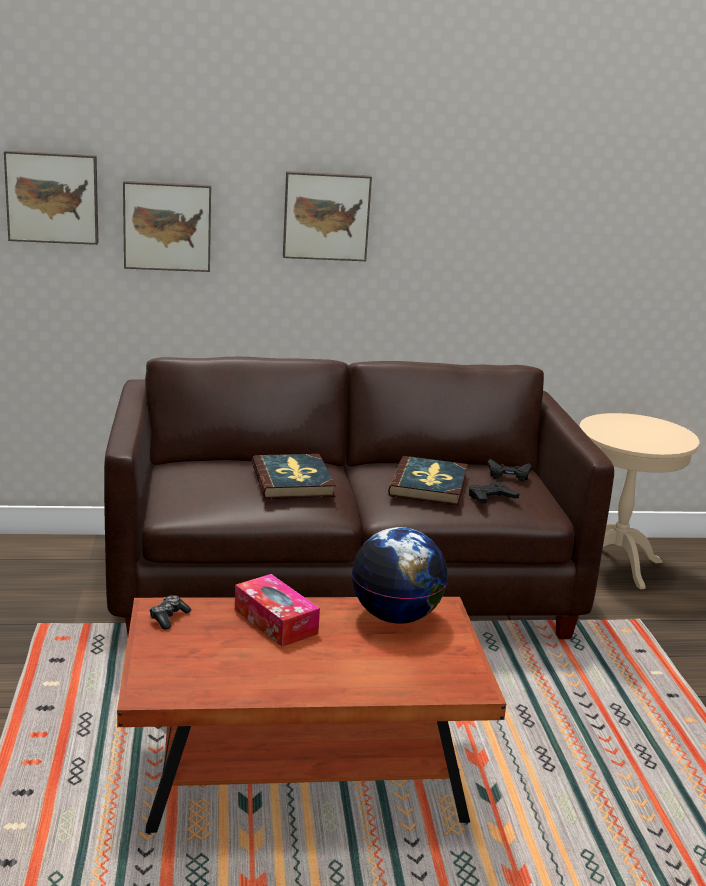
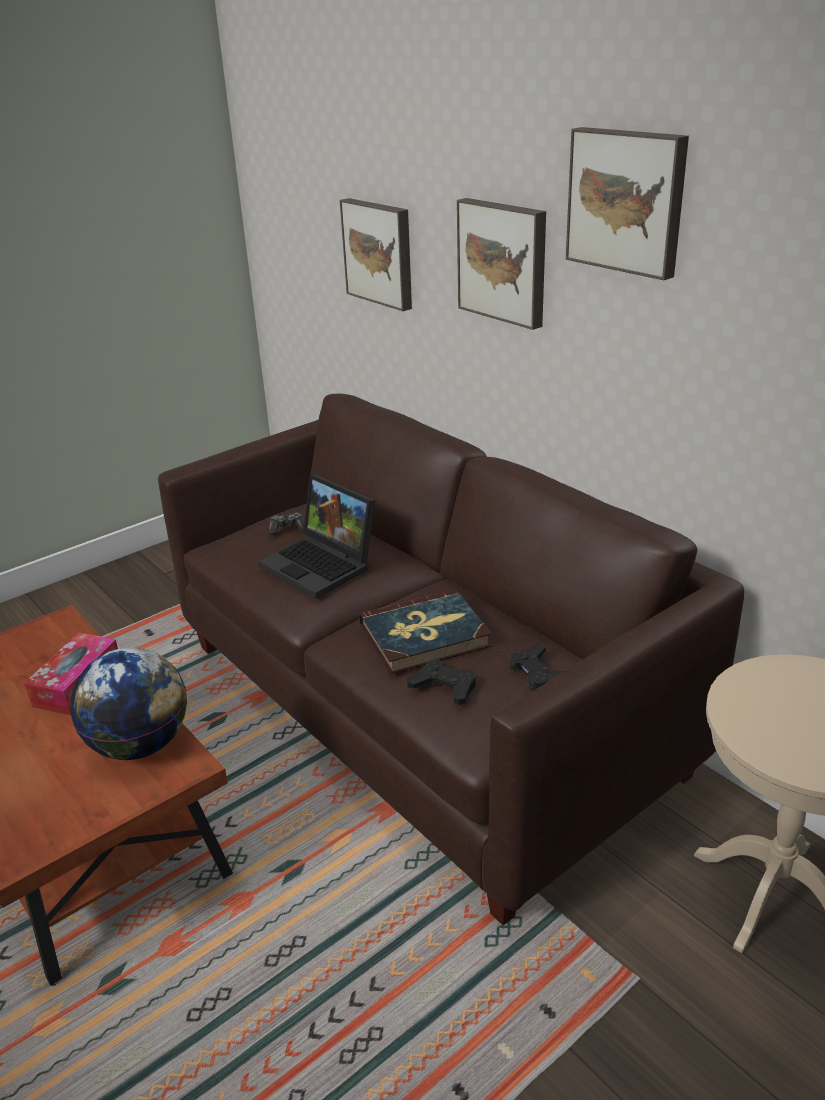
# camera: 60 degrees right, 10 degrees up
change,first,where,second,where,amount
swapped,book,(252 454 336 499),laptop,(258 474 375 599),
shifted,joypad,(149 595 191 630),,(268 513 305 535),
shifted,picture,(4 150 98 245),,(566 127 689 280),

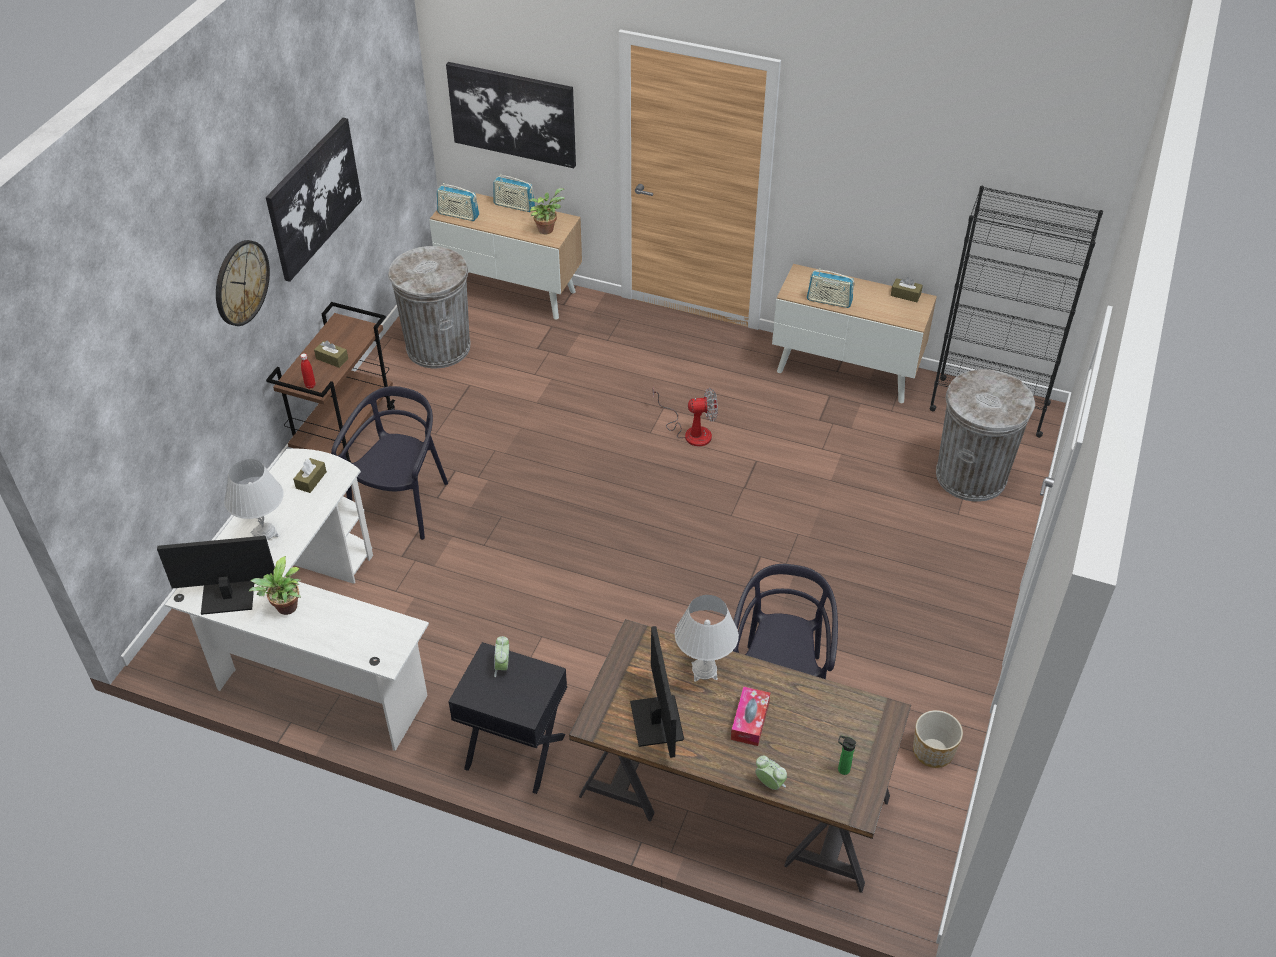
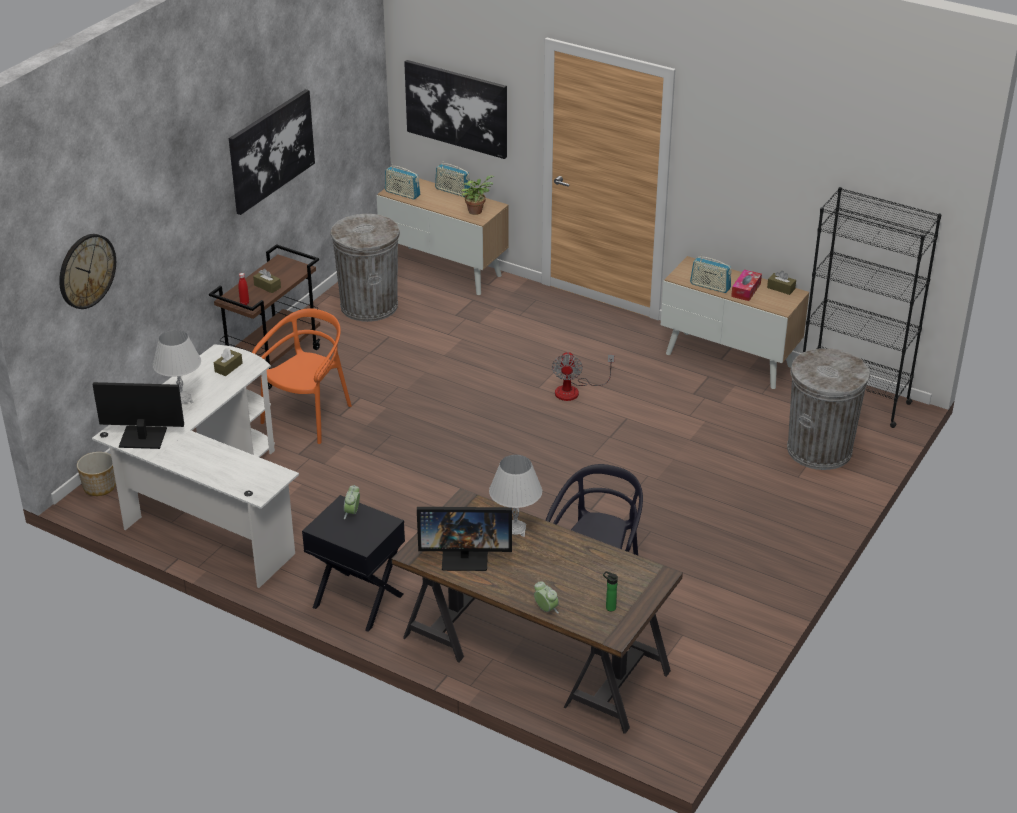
# camera: 10 degrees right, 10 degrees down
change,first,where,second,where,amount
shifted,hanging clock,(216 240 270 326),,(59 234 116 309),
shifted,flower pot,(913 710 963 768),,(77 452 116 496),
repainted,black-coloured plain chair,(331 386 448 540),orange-coloured plain chair,(252 308 352 444),
rotated,computer display,(630 626 684 758),,(417 507 512 571),90 degrees clockwise
rotated,electric fan,(653 387 718 446),,(552 352 614 401),90 degrees clockwise
shifted,tissue box,(731 686 770 746),,(731 270 762 301),
gone,potted plant,(248 556 301 615),,,

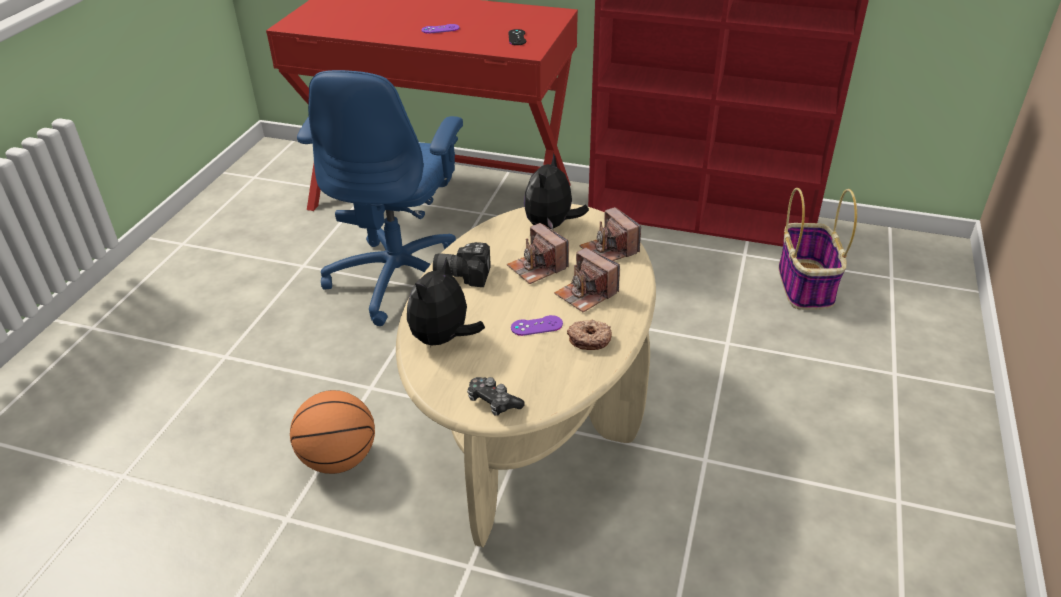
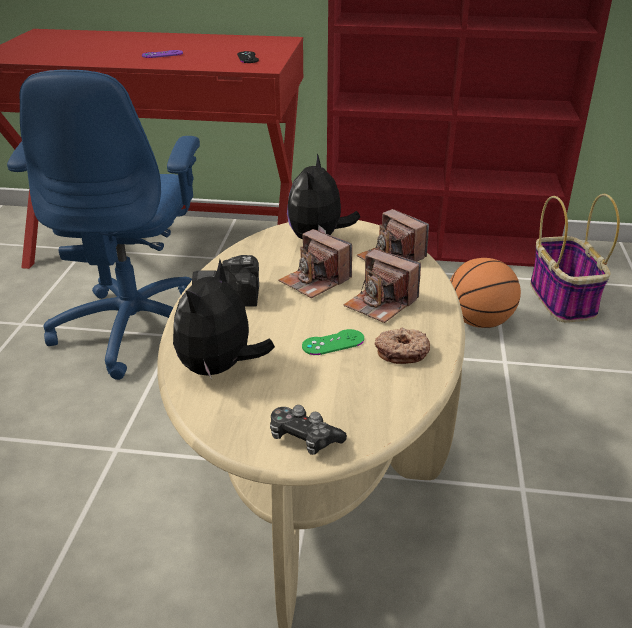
# camera: 10 degrees left, 5 degrees down
change,first,where,second,where,amount
repainted,purplish joypad,(511 315 563 336),green-coloured joypad,(302 329 364 355),
shifted,basketball ball,(290 390 375 474),,(450 258 521 328),

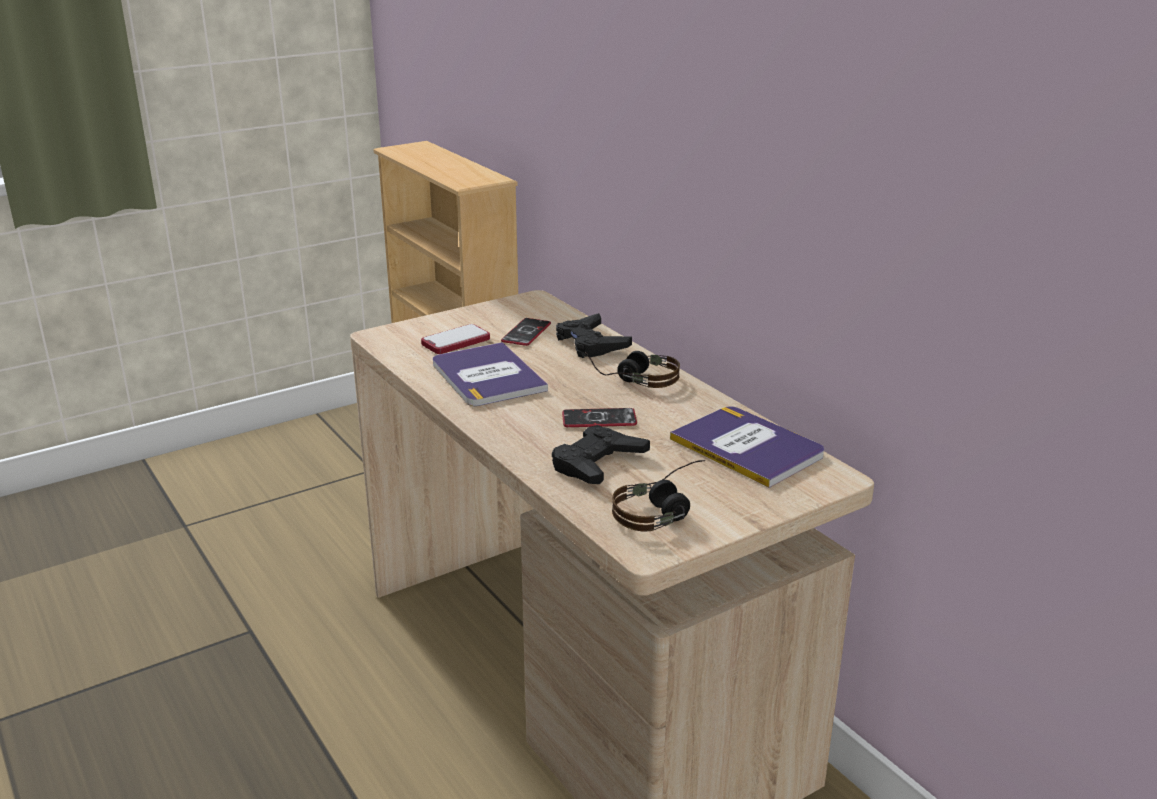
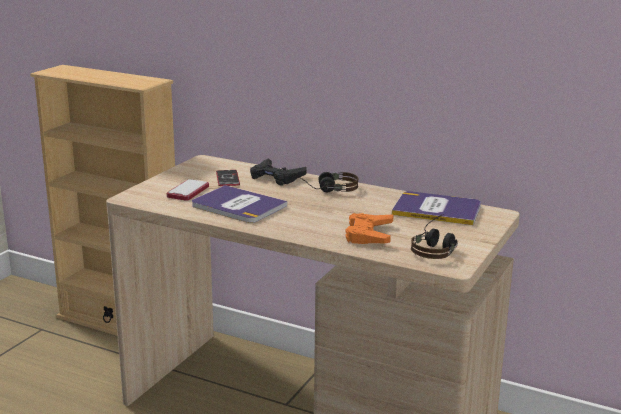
# camera: 30 degrees left, 5 degrees down
change,first,where,second,where,amount
repainted,black-coloured joypad,(552 425 650 484),orange-coloured joypad,(345 213 394 244),
gone,handset,(562 408 637 427),,,

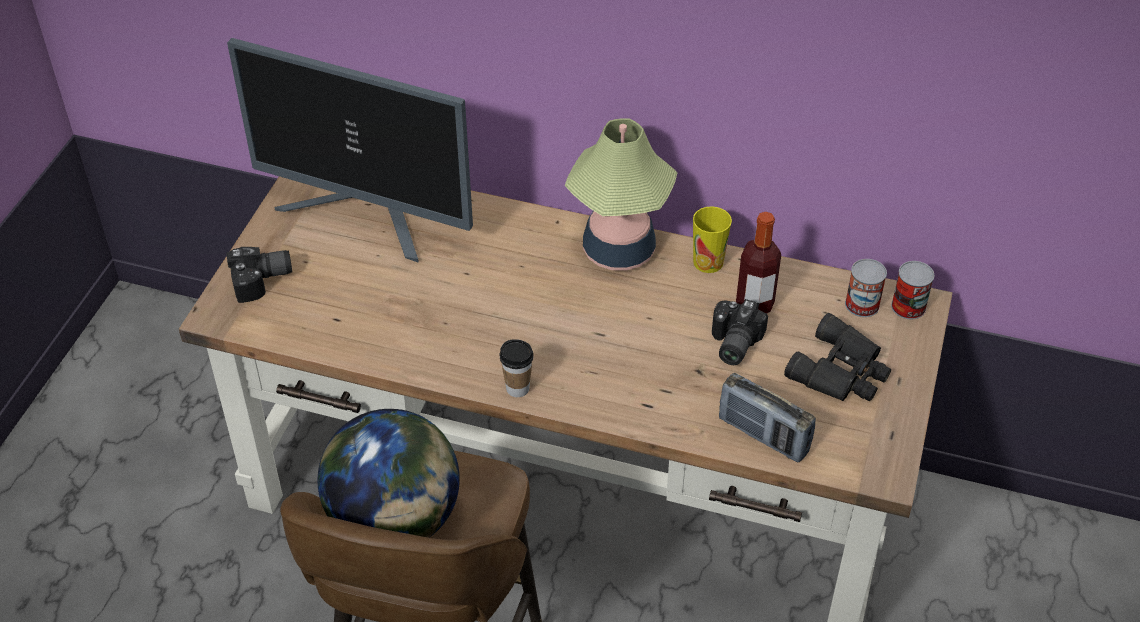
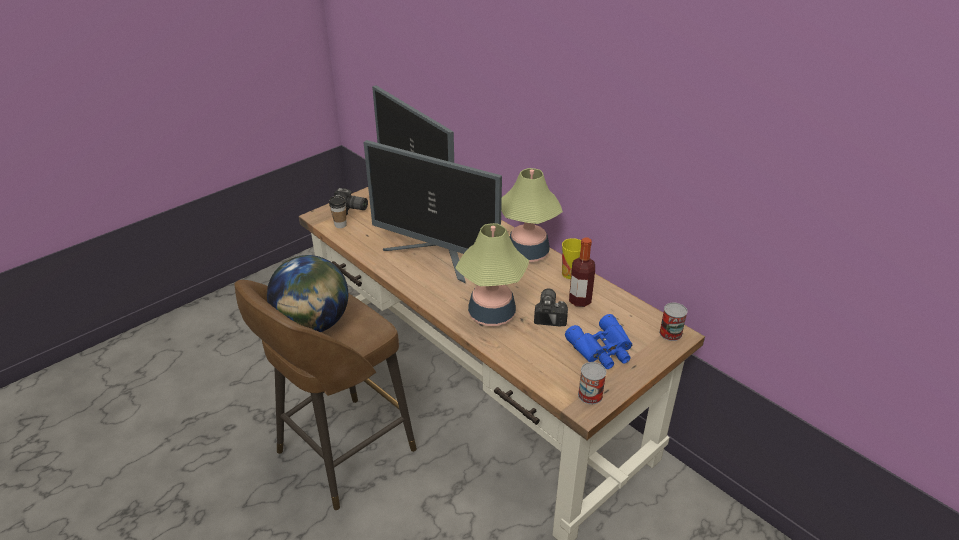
# camera: 30 degrees right, 10 degrees down
change,first,where,second,where,amount
shifted,drinking cup,(500 339 534 397),,(329 196 347 228),
new,,,computer display,(363 140 502 283),
new,,,table lamp,(456 223 529 326),
rotated,still camera,(712 299 768 365),,(534 289 568 326),135 degrees clockwise
repainted,black-coloured field glasses,(784 313 891 401),bluish field glasses,(565 314 632 369),
shifted,metal can,(845 259 887 317),,(578 362 606 404),
gone,radio set,(719 373 816 462),,,

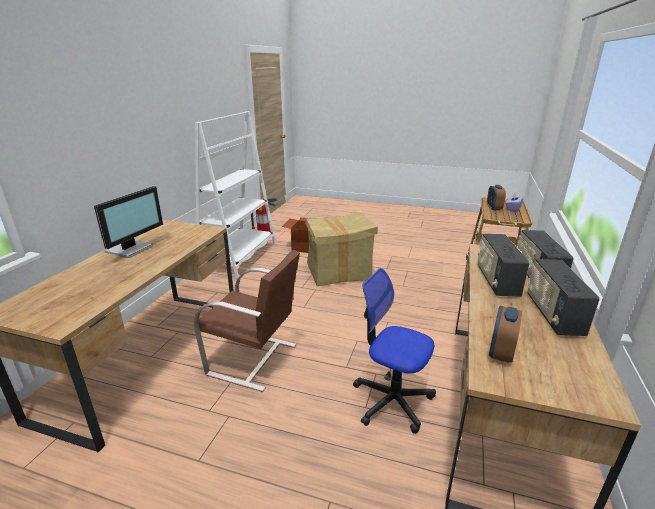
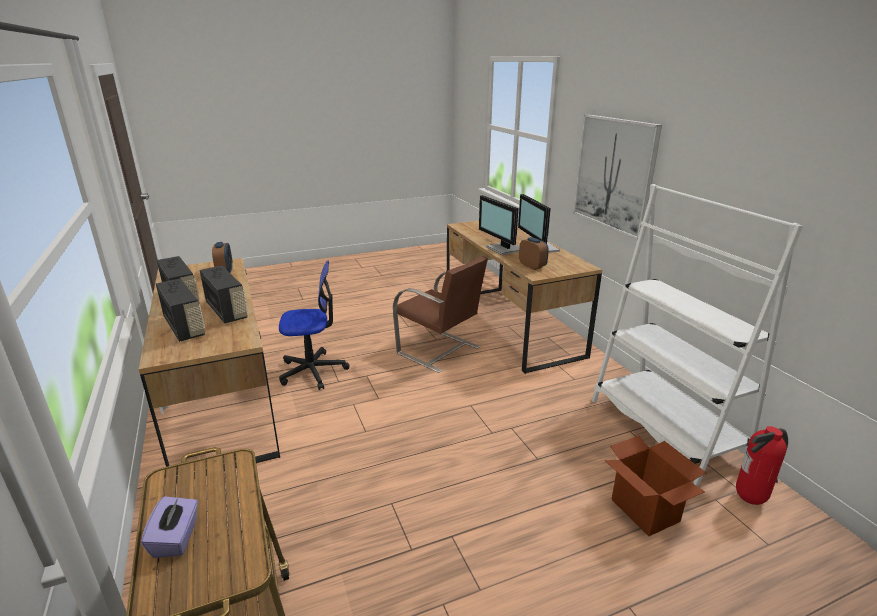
# camera: 140 degrees right, 0 degrees up
change,first,where,second,where,amount
rotated,brownish plain chair,(193 250 300 392),,(393 256 488 373),120 degrees counterclockwise
new,,,computer display,(479 195 519 255),
shifted,bedside clock,(487 185 506 210),,(519 237 549 270),
new,,,picture,(573 114 662 240),
gone,carton,(305 212 378 286),,,

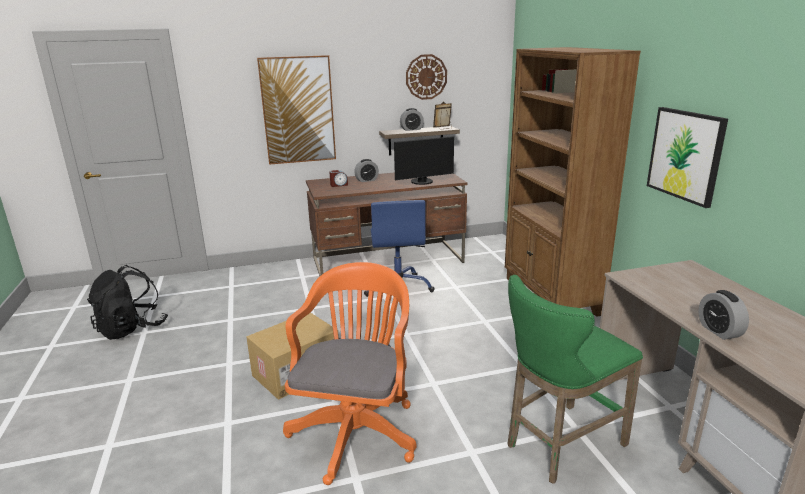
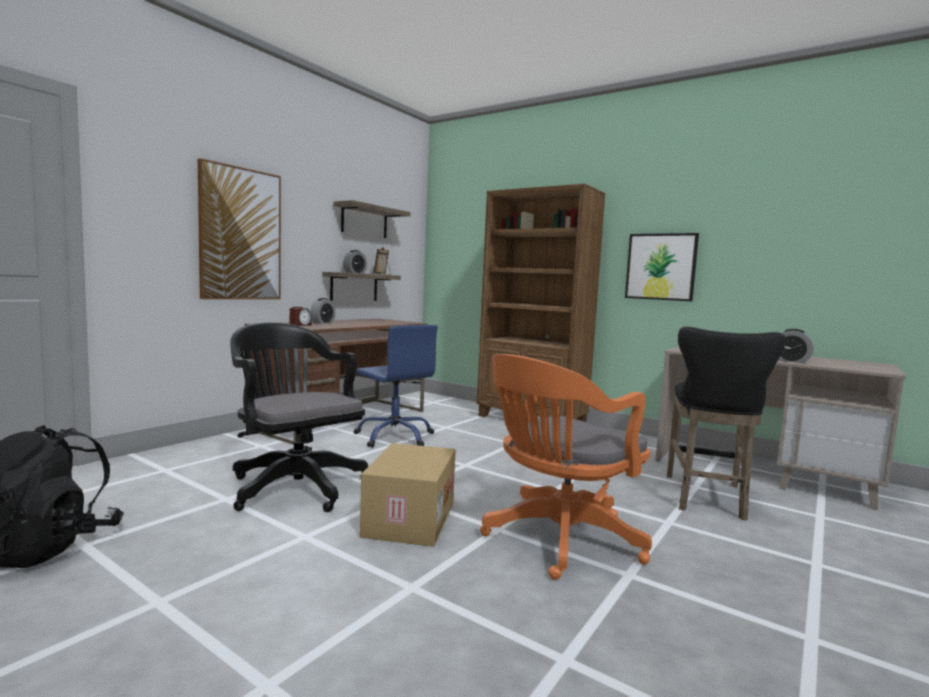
# camera: 40 degrees left, 15 degrees down
change,first,where,second,where,amount
new,,,black-coloured desk chair,(230 323 368 512),
swapped,hanging clock,(406 54 447 100),bracket shelf,(333 200 411 238),
rotated,orange-coloured desk chair,(283 262 417 485),,(480 354 652 580),105 degrees counterclockwise
repainted,green-coloured stool,(507 275 643 484),black-coloured stool,(667 327 785 520),
gone,computer display,(394 136 454 185),,,

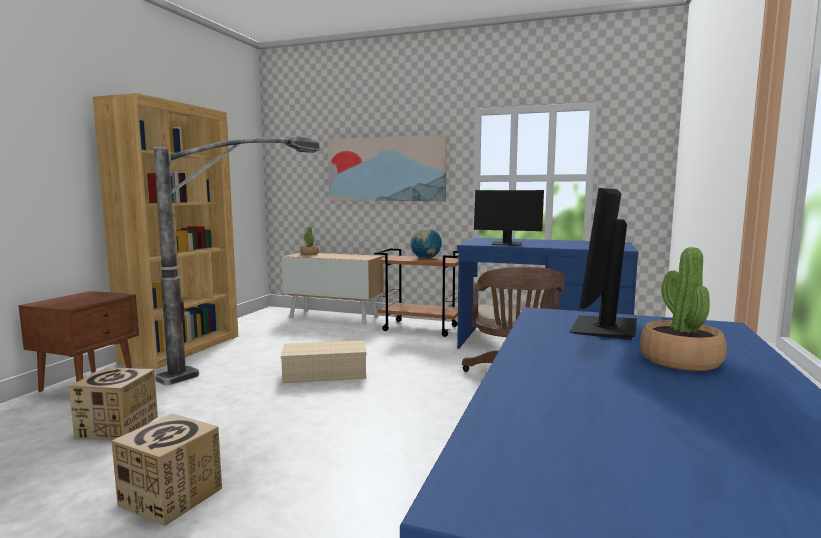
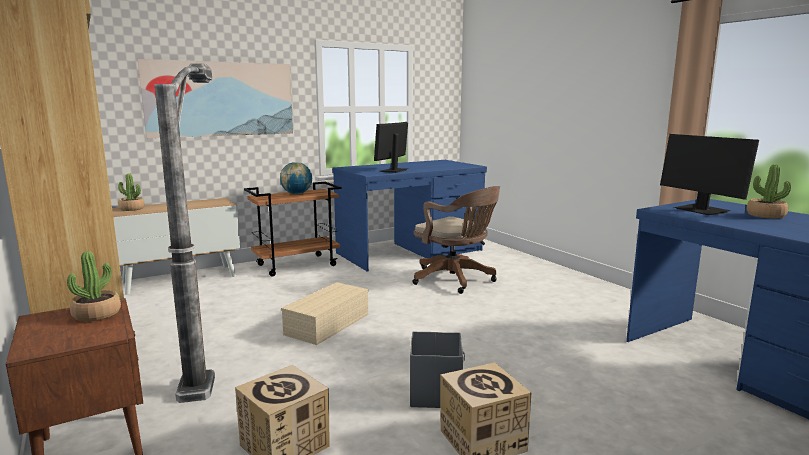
# camera: 50 degrees left, 5 degrees up
change,first,where,second,where,amount
new,,,potted plant,(67 251 121 322),
rotated,computer display,(474 190 544 246),,(374 122 409 173),150 degrees clockwise
new,,,grey storage box,(410 331 465 408),

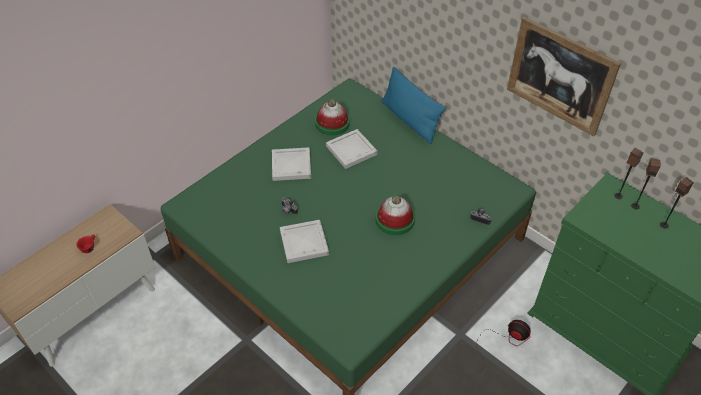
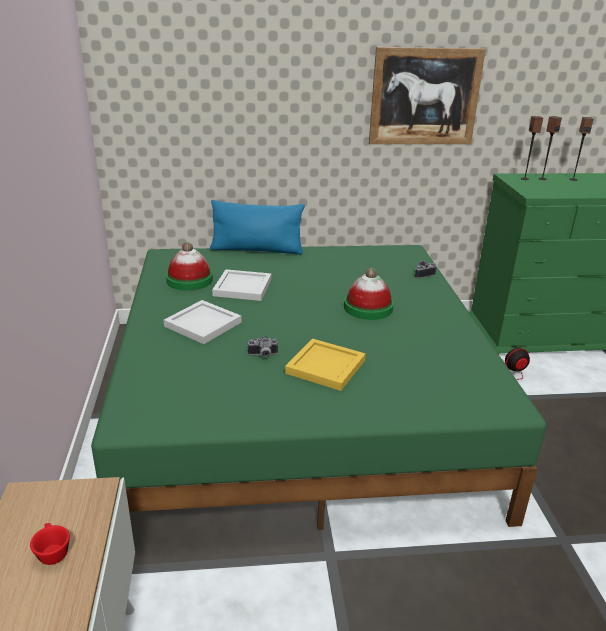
# camera: 50 degrees left, 20 degrees down
change,first,where,second,where,amount
repainted,whitish tray,(280 220 329 263),yellowish tray,(285 339 366 391),

